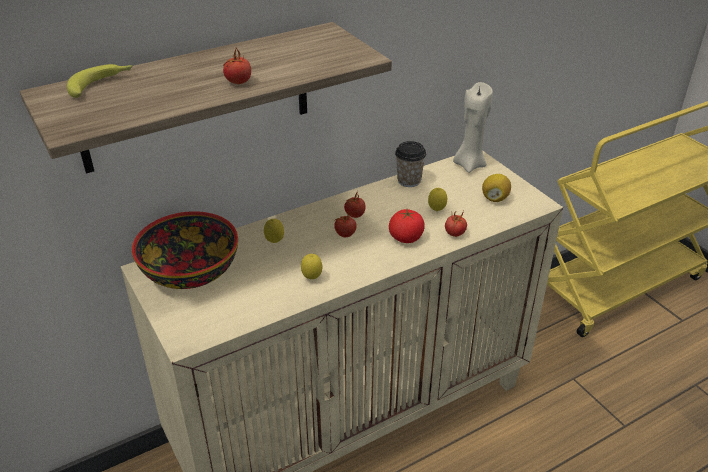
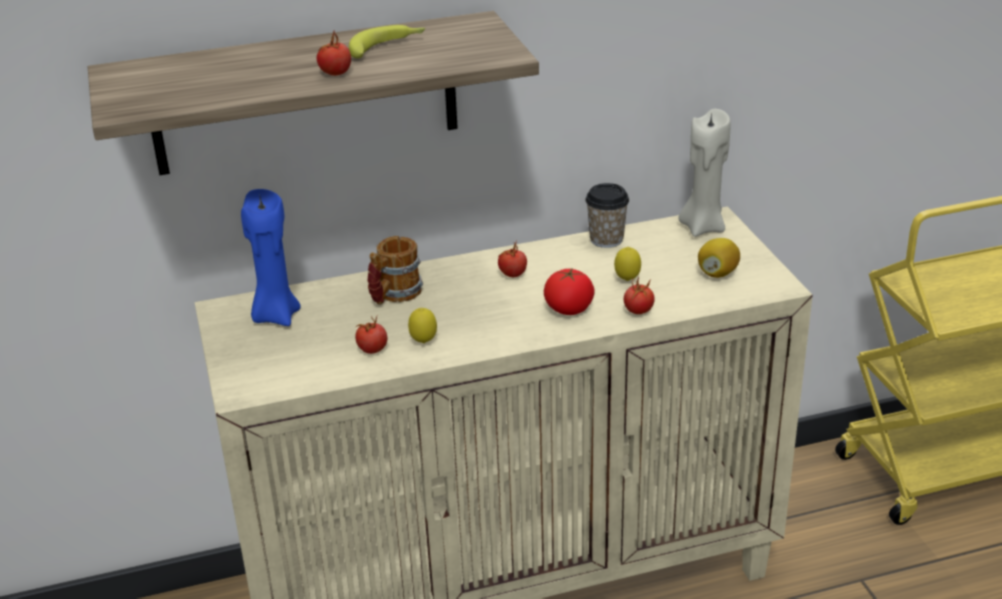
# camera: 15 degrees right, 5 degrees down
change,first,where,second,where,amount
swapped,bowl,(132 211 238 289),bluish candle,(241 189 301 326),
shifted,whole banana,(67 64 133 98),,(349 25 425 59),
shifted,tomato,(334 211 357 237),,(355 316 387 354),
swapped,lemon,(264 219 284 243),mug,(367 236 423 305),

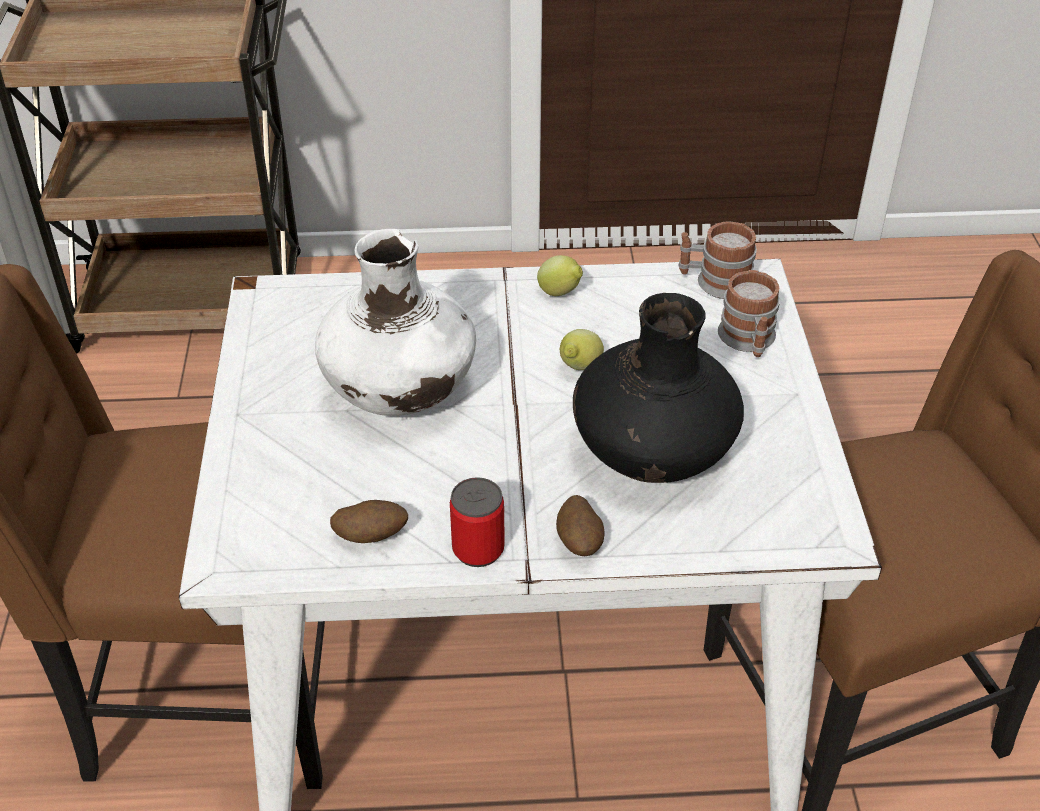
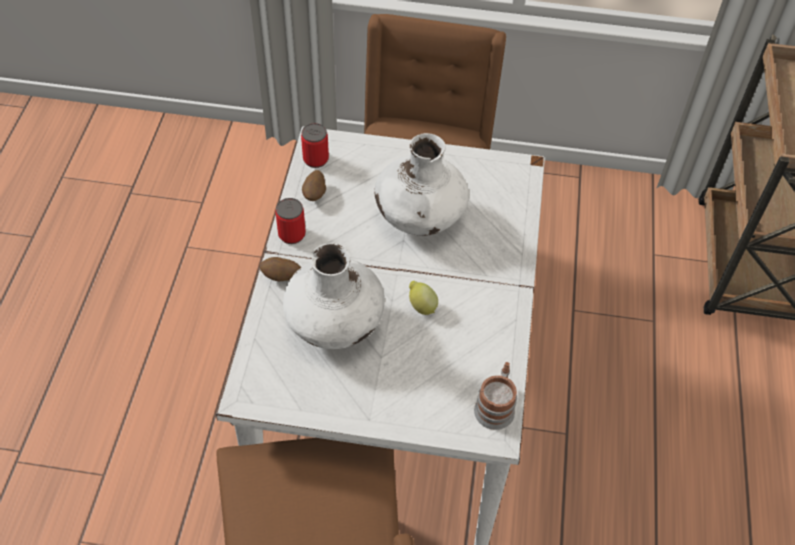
# camera: 100 degrees right, 10 degrees up
change,first,where,second,where,amount
repainted,black-coloured vase,(573 293 744 483),whitish vase,(283 243 385 349),
new,,,metal can,(301 123 329 168),
gone,lemon,(537 255 583 296),,,
gone,mug,(718 270 780 357),,,

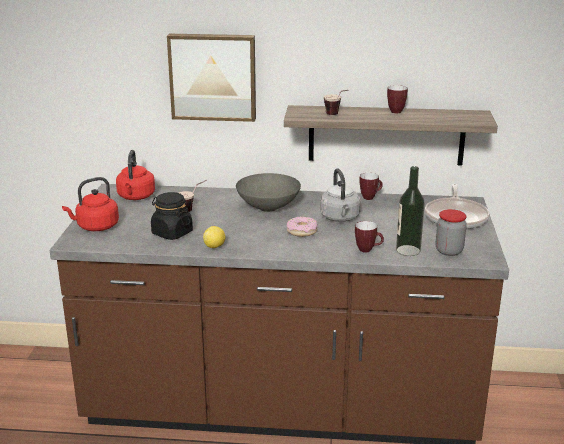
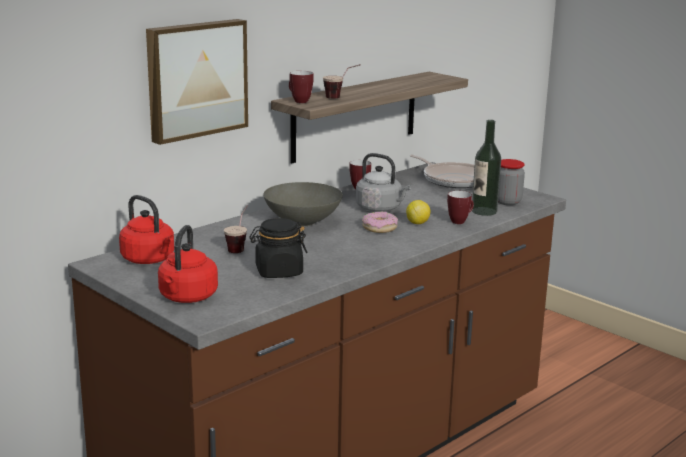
# camera: 50 degrees left, 5 degrees down
change,first,where,second,where,amount
shifted,mug,(387 85 408 113),,(289 71 314 103),
shifted,lemon,(203 226 225 248),,(406 200 430 224),

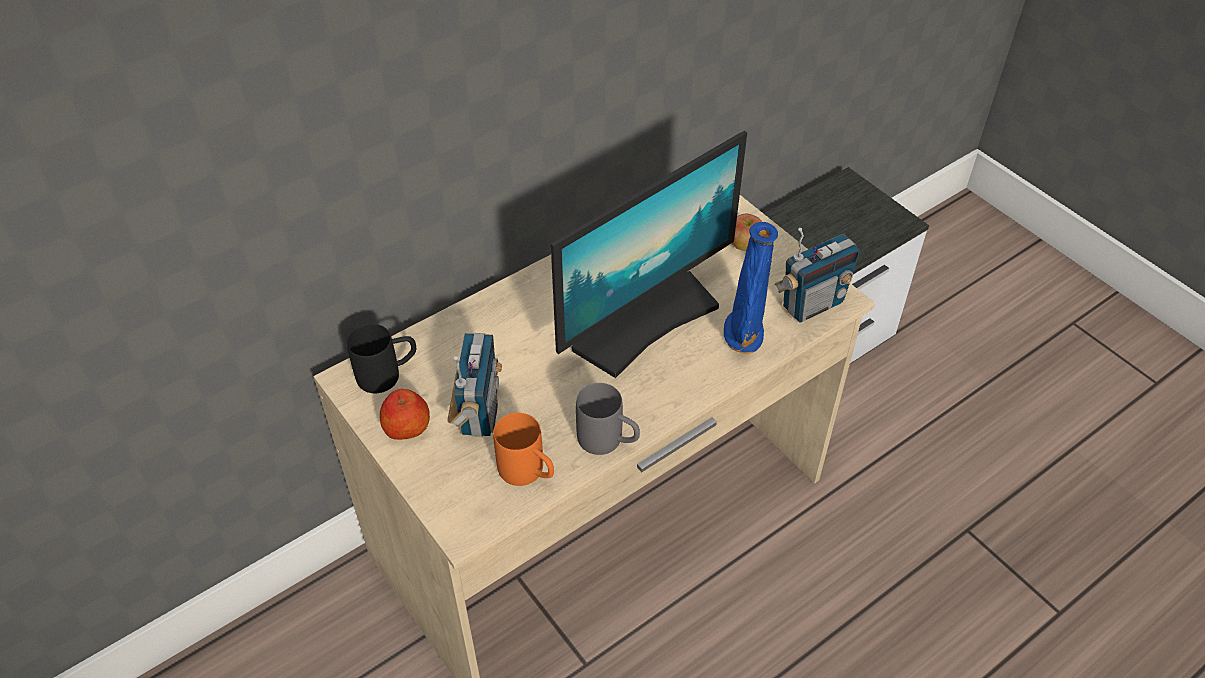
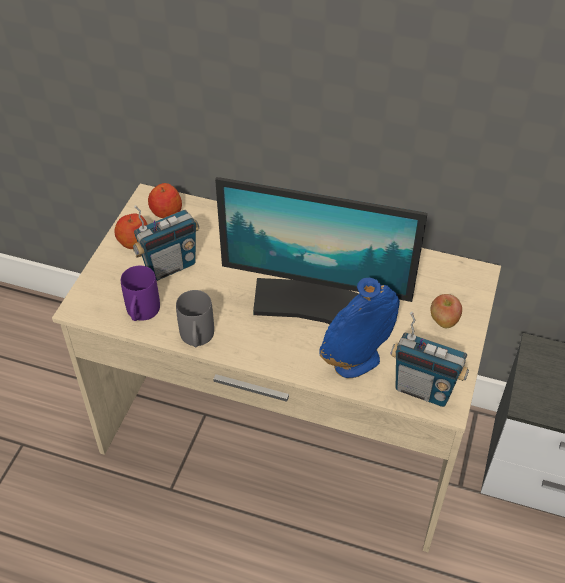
# camera: 55 degrees right, 0 degrees up
change,first,where,second,where,amount
repainted,orange-coloured mug,(493 413 554 486),purplish mug,(121 266 160 321),
swapped,black-coloured mug,(347 324 416 393),whole apple,(148 183 182 218),

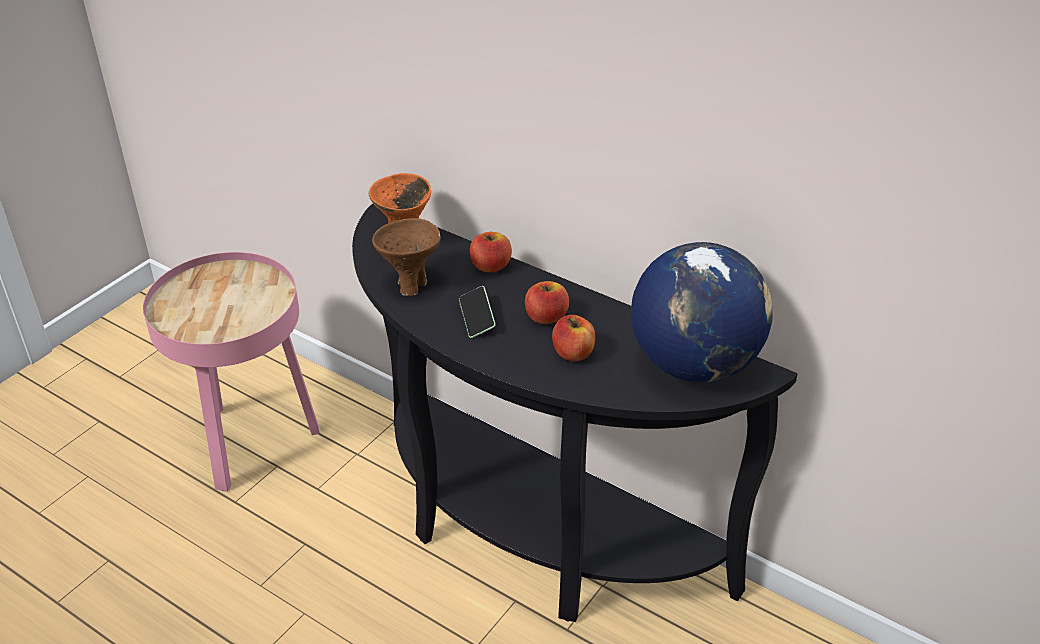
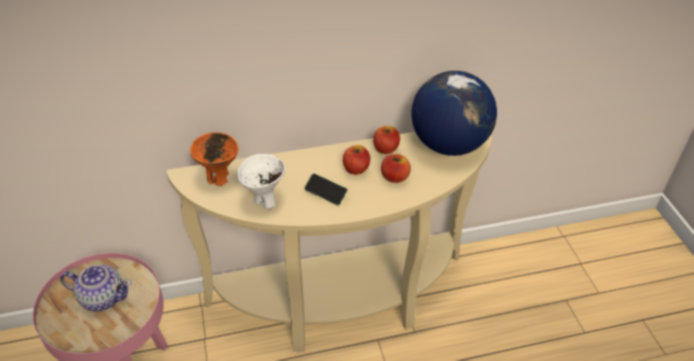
# camera: 50 degrees left, 5 degrees up
change,first,where,second,where,amount
new,,,teapot,(60 265 132 312),
repainted,black-coloured hall table,(352 204 798 622),beige-coloured hall table,(167 132 492 353),
repainted,brownish bowl,(372 218 441 296),whitish bowl,(237 154 285 209),
shifted,whole apple,(470 232 512 272),,(373 126 400 154),

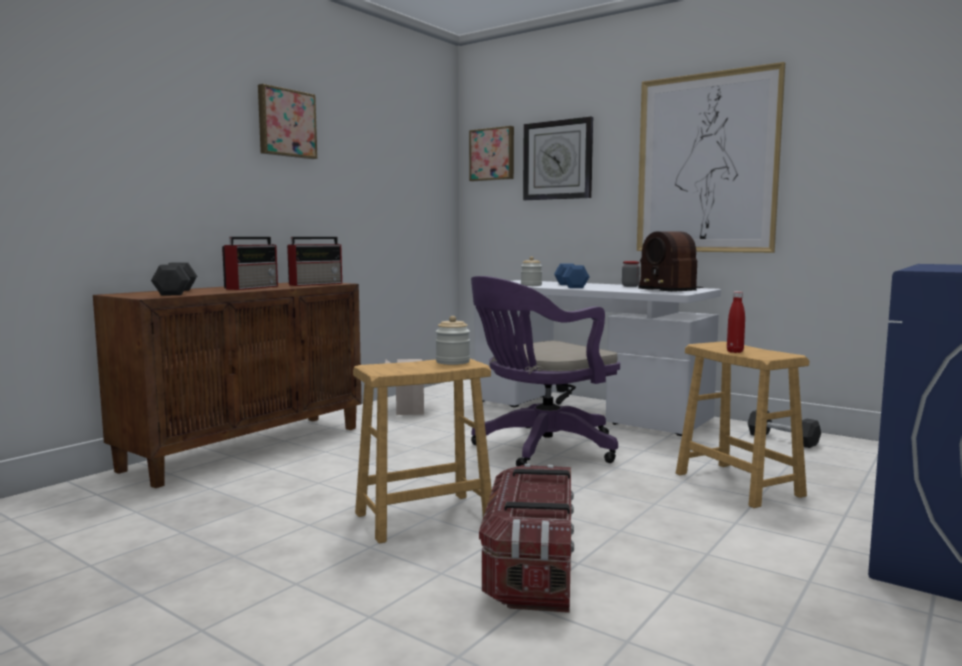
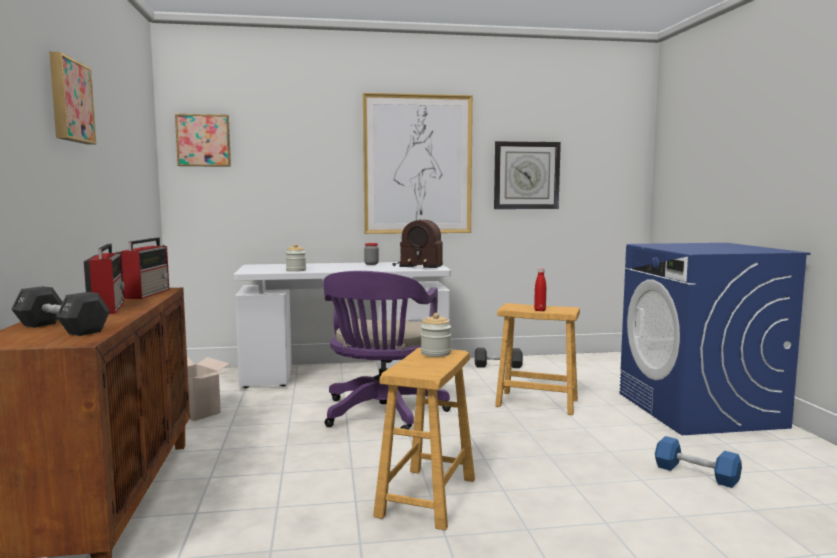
# camera: 45 degrees left, 0 degrees up
change,first,where,second,where,amount
shifted,hanging clock,(523 117 593 200),,(494 141 561 209),
shifted,bluish dumbbell,(554 264 590 288),,(655 436 742 488),
gone,storage box,(479 464 574 613),,,

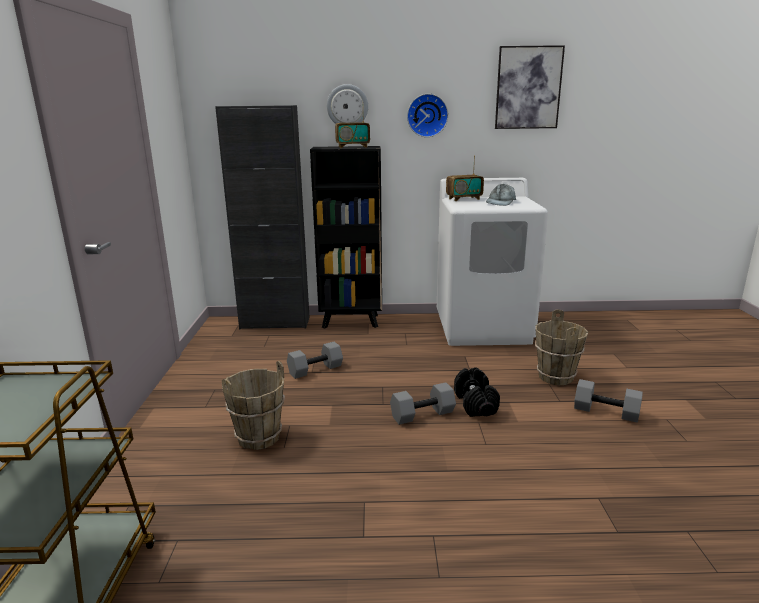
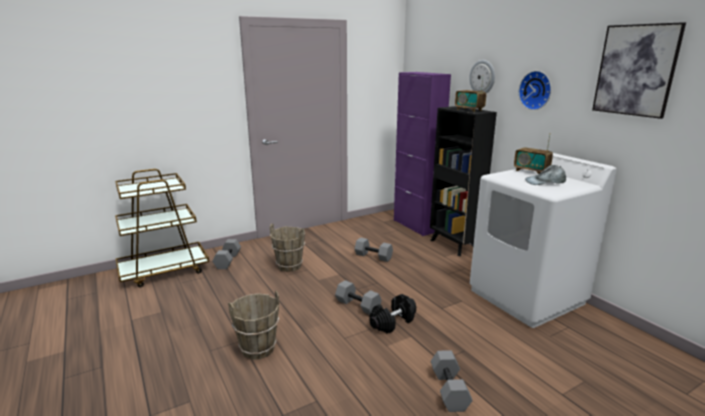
# camera: 60 degrees right, 0 degrees up
change,first,where,second,where,amount
new,,,grey dumbbell,(212 239 241 269),
shifted,brownish pail,(535 310 588 385),,(228 290 279 359),
repainted,black-coloured cupboard,(215 105 309 329),purplish cupboard,(394 72 451 236),

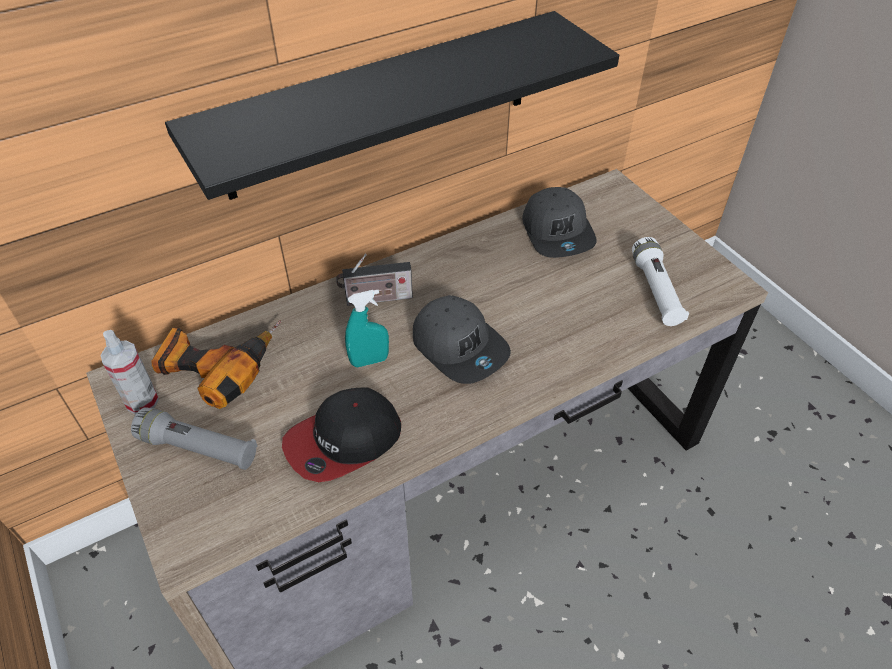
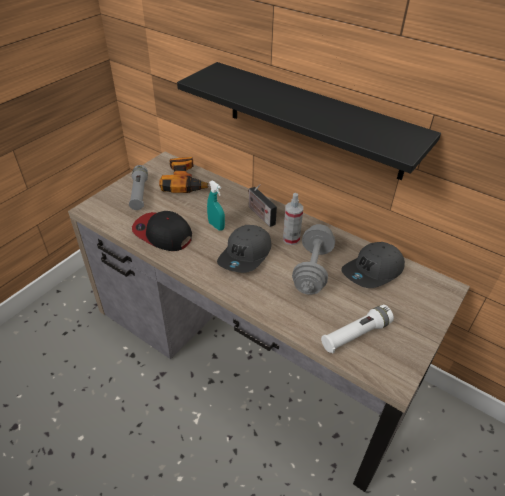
# camera: 65 degrees right, 5 degrees down
change,first,where,second,where,amount
shifted,sprayer,(100 330 159 415),,(283 193 303 245),
new,,,grey dumbbell,(292 224 335 295),

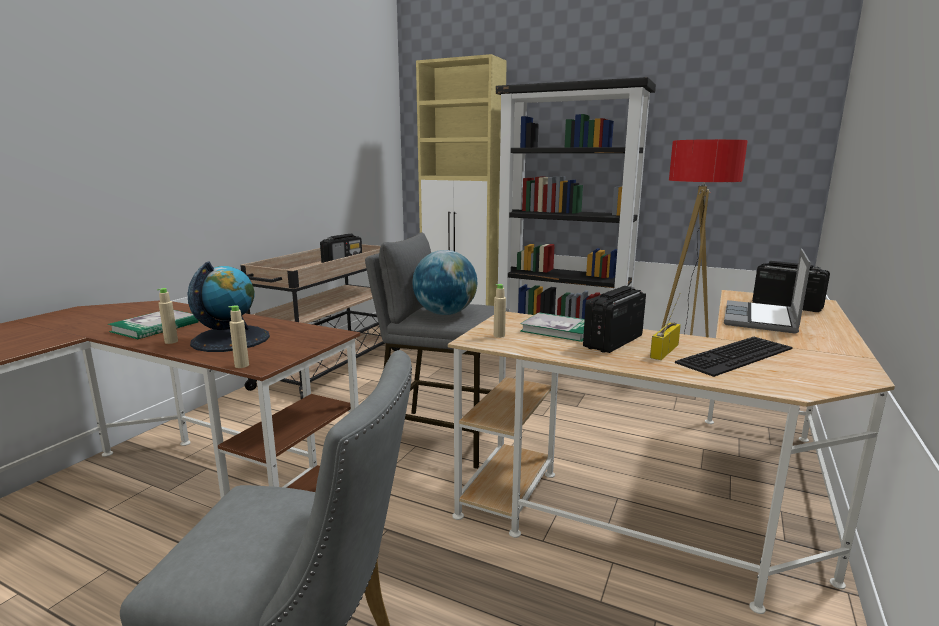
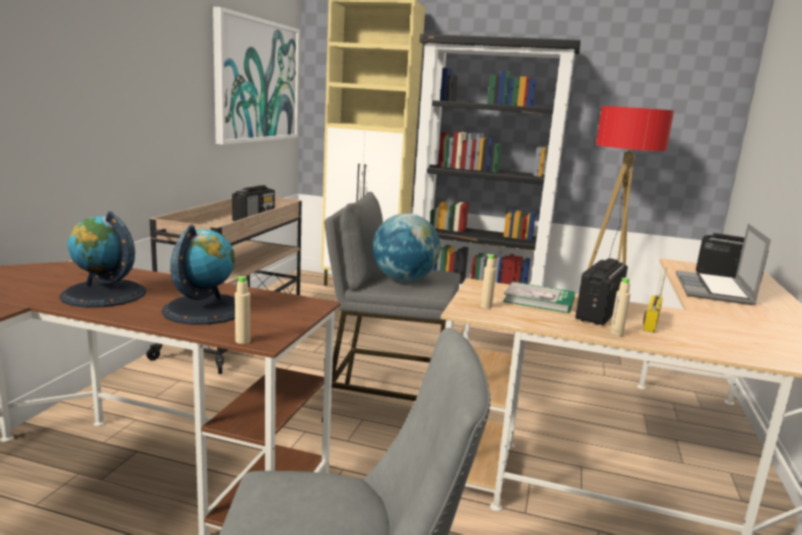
# camera: 10 degrees left, 0 degrees up
change,first,where,second,where,amount
swapped,book,(108 310 199 339),world globe,(59 211 146 308),
new,,,picture,(213 7 300 145),
shifted,beige-coloured drink bottle,(157 288 178 344),,(610 277 630 337),
gone,PC keyboard,(675 337 793 377),,,

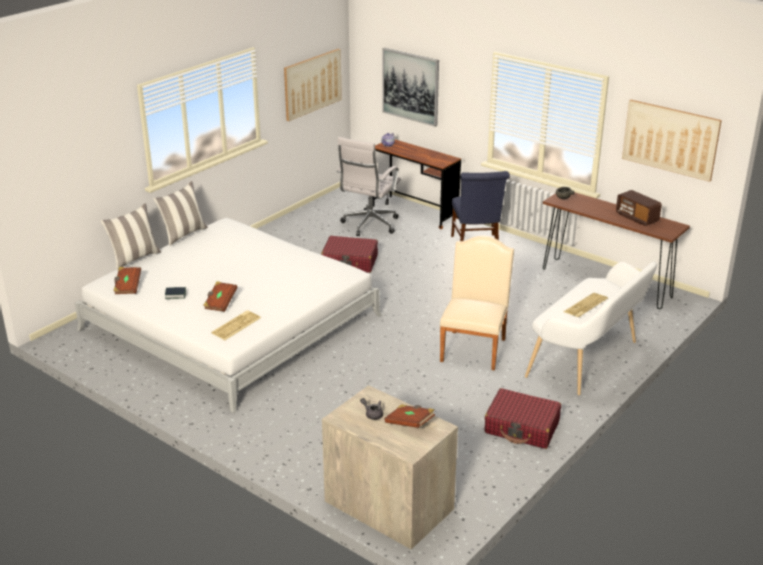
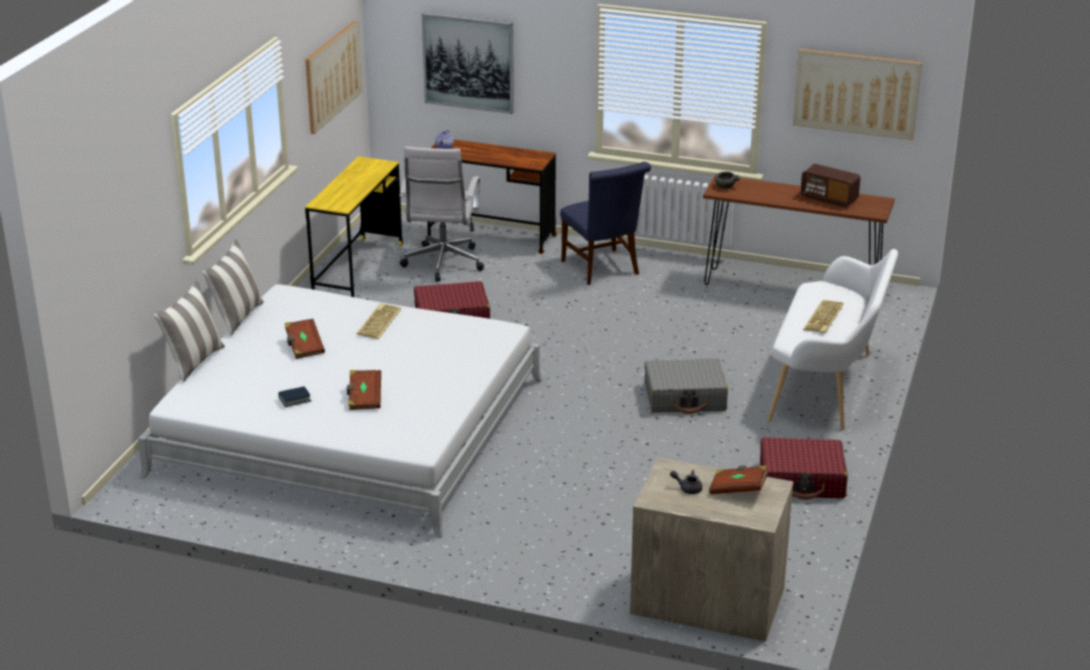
# camera: 20 degrees left, 0 degrees up
change,first,where,second,where,amount
shifted,brownish book,(114 267 141 294),,(285 319 325 359),
new,,,yellowish desk,(305 156 403 297),
shifted,PC keyboard,(211 310 261 340),,(357 303 401 339),
swapped,beige-coloured plain chair,(440 236 514 371),grey piece of luggage,(645 358 728 414),

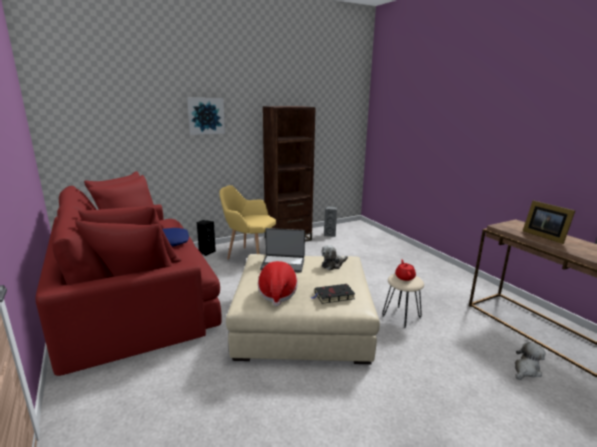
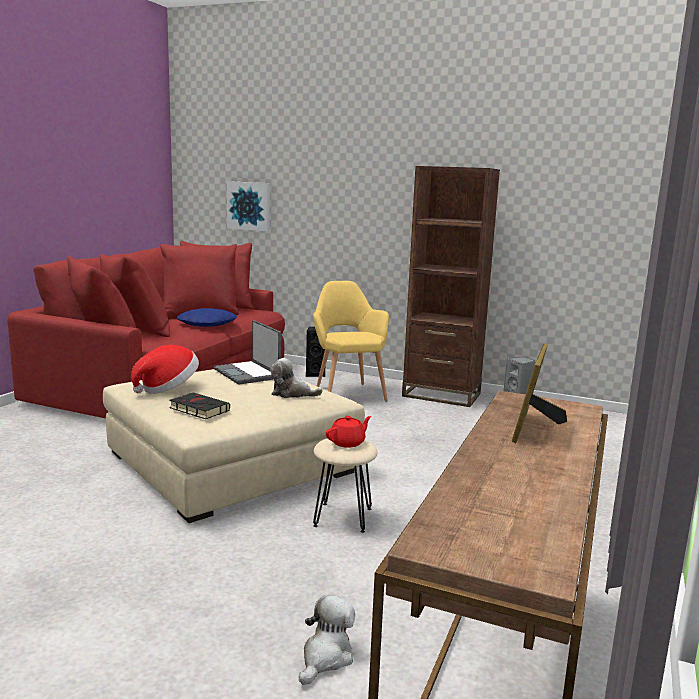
# camera: 50 degrees right, 5 degrees down
change,first,where,second,where,amount
shifted,picture,(187 98 225 135),,(227 181 270 232),
rotated,plush toy,(515 342 546 380),,(299 595 355 685),75 degrees counterclockwise

